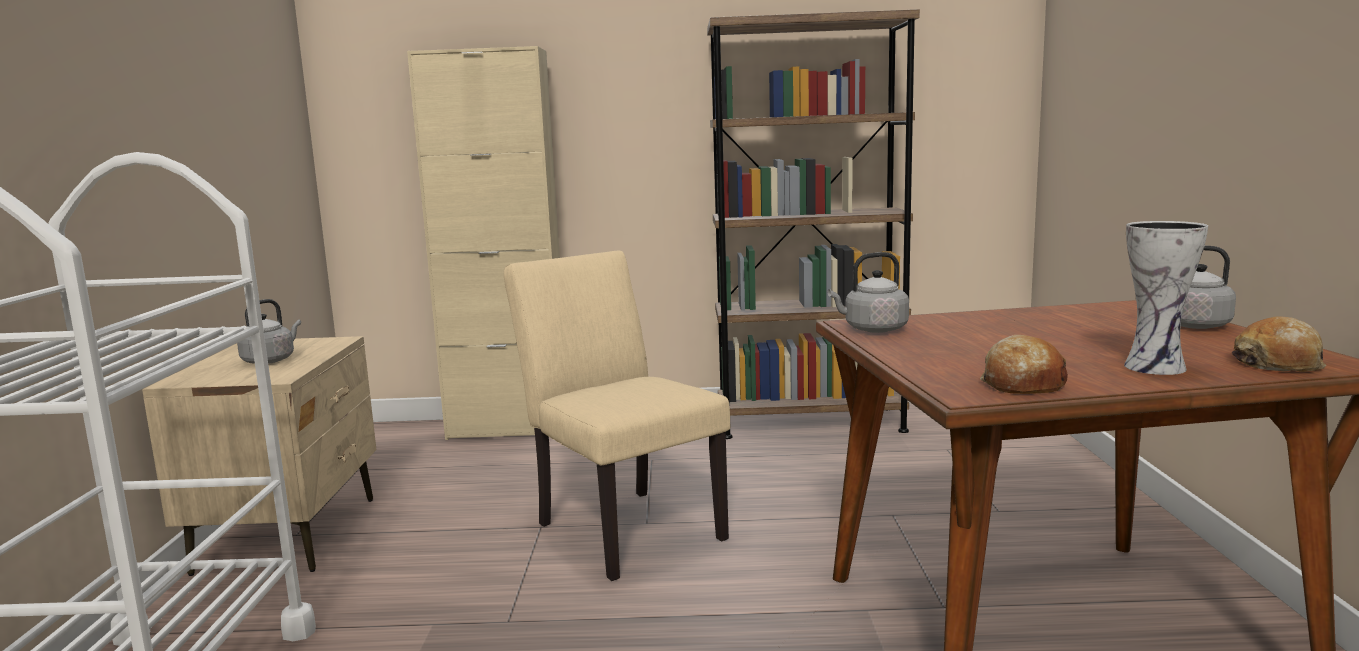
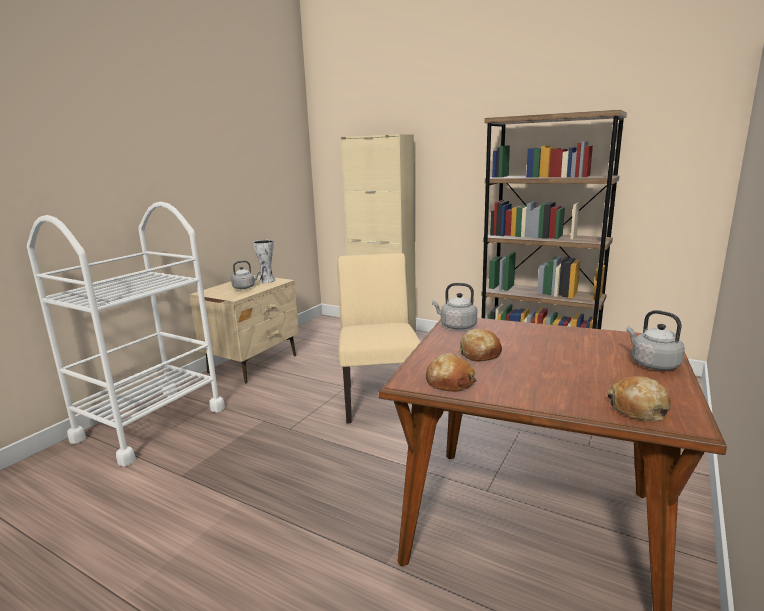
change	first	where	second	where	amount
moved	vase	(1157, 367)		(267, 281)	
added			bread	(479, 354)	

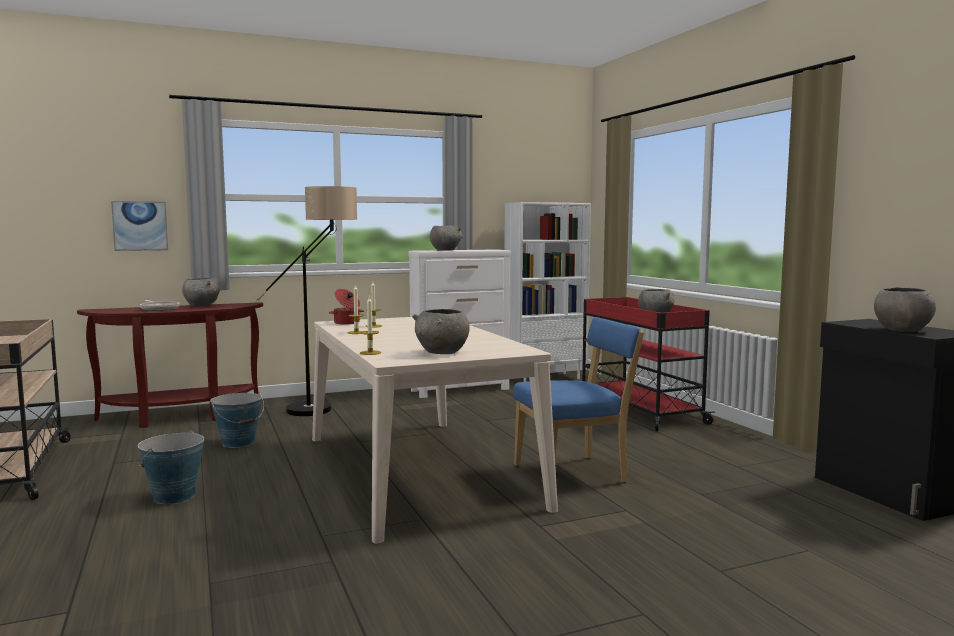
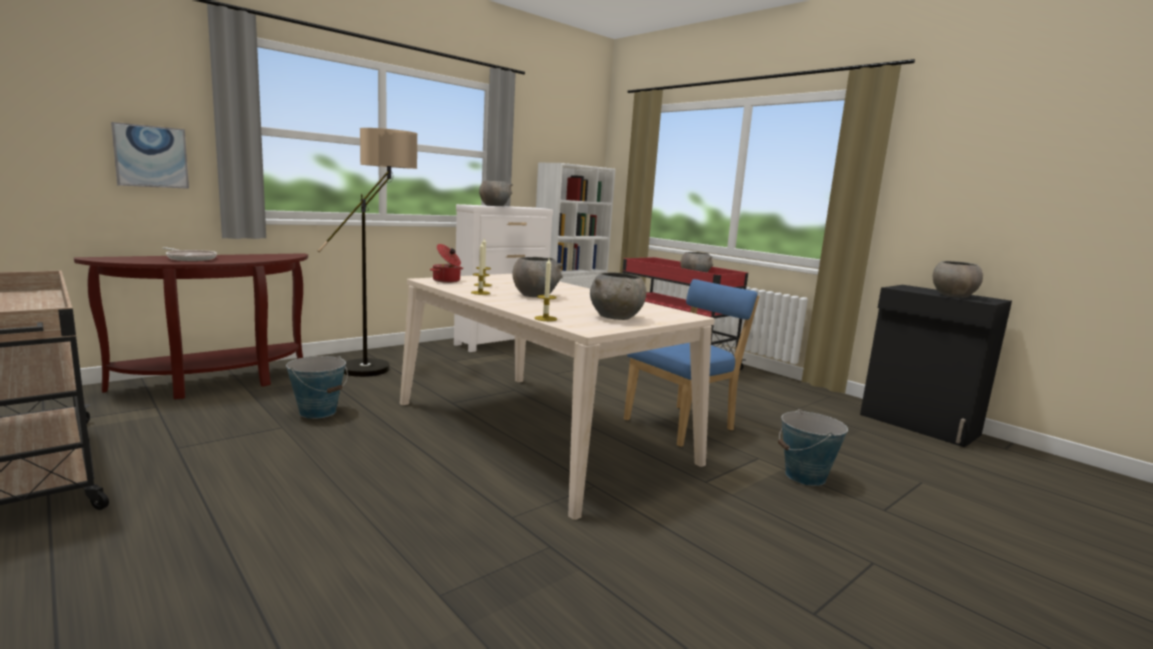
change	first	where	second	where	amount
moved	bucket	(174, 497)		(805, 476)	
moved	grey bowl	(201, 306)		(535, 295)	

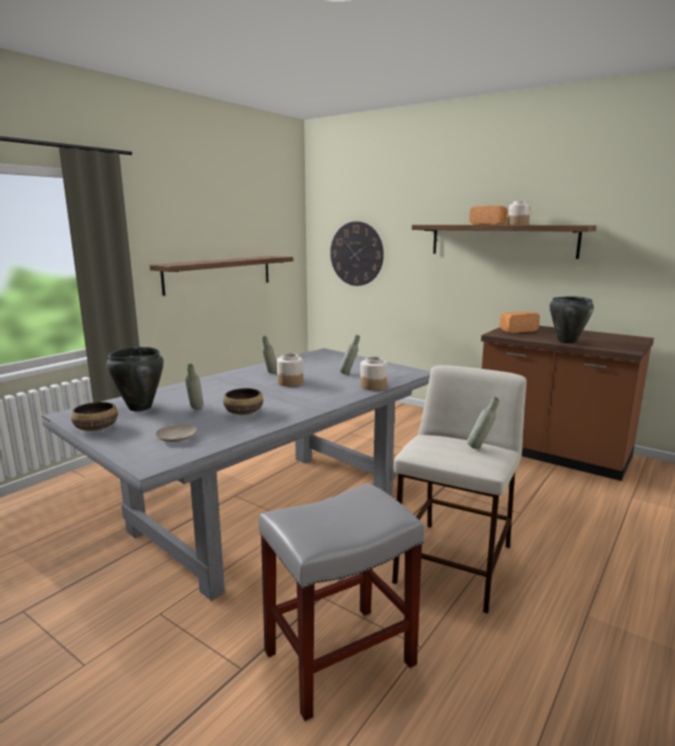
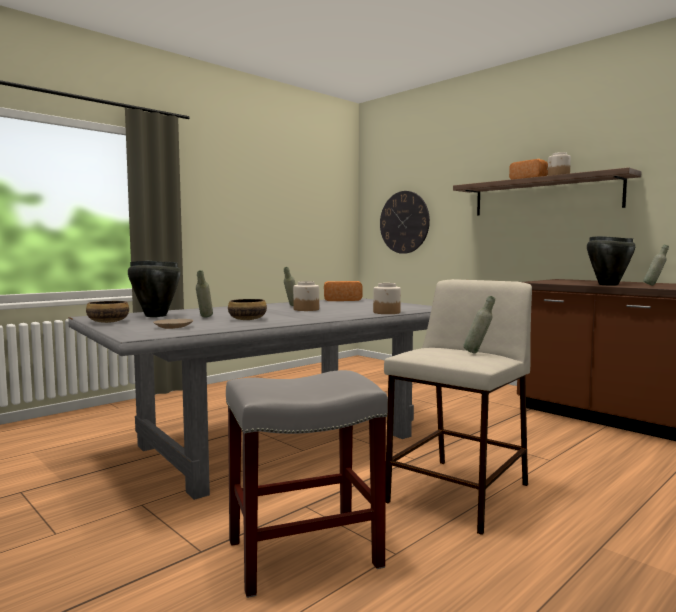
change	first	where	second	where	amount
removed	shelf	(219, 274)			
moved	grey bottle	(349, 374)		(654, 285)	
moved	bread	(517, 330)		(341, 300)	

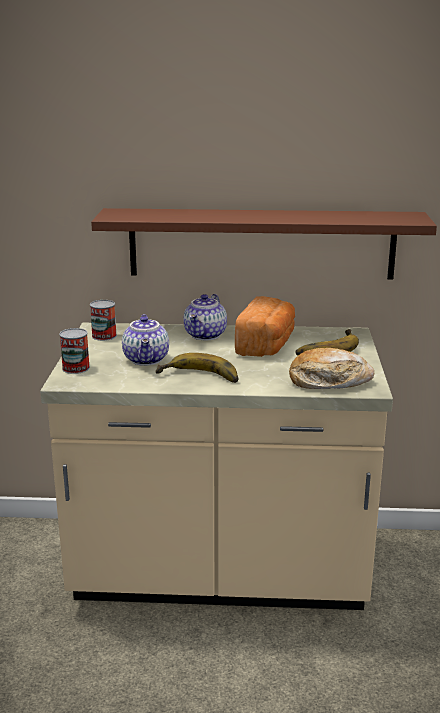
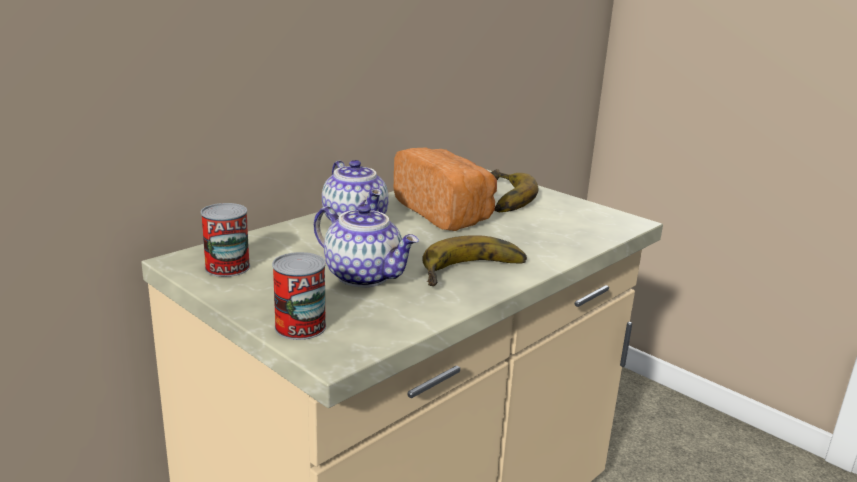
change	first	where	second	where	amount
removed	brown shelf	(261, 243)			
removed	bread	(329, 381)			

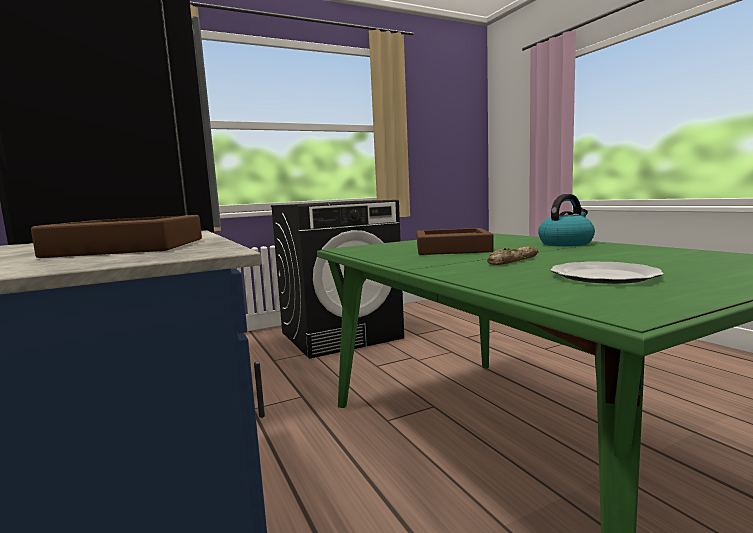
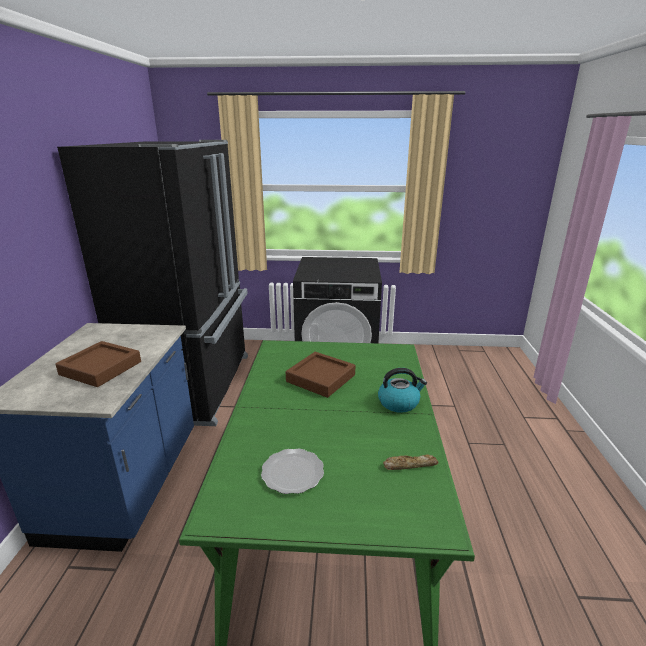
change	first	where	second	where	amount
moved	bread	(512, 261)		(409, 465)	

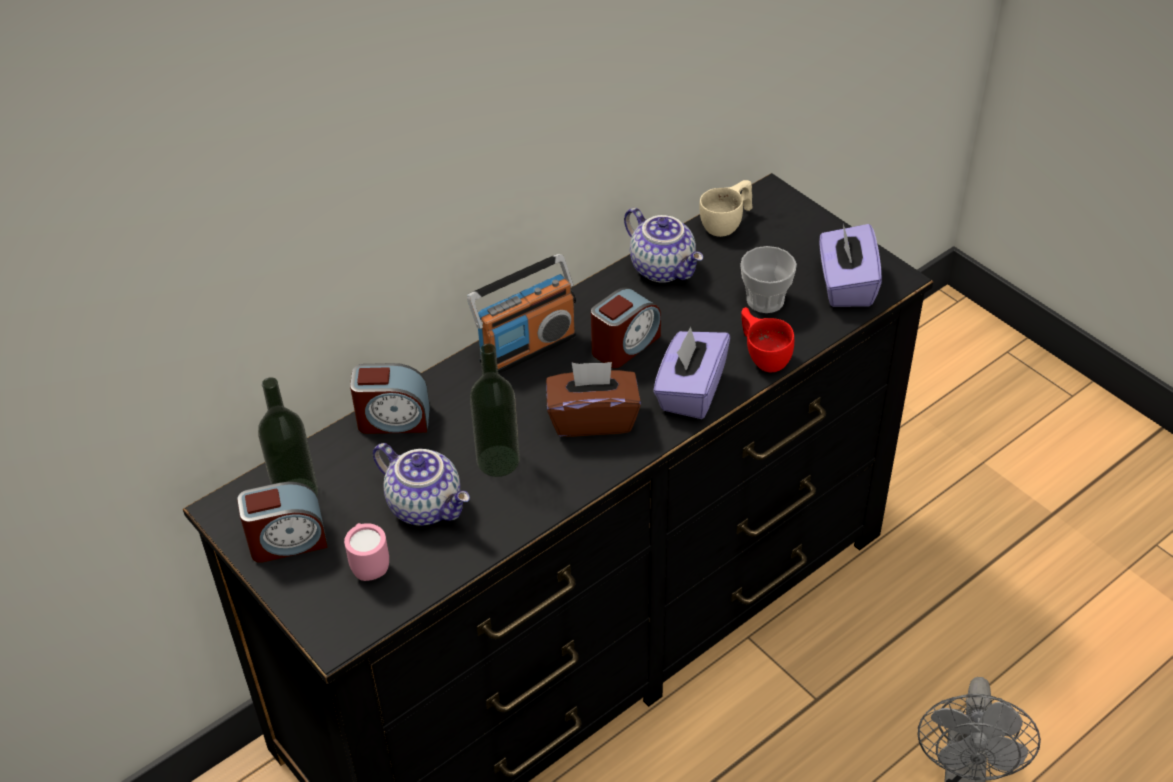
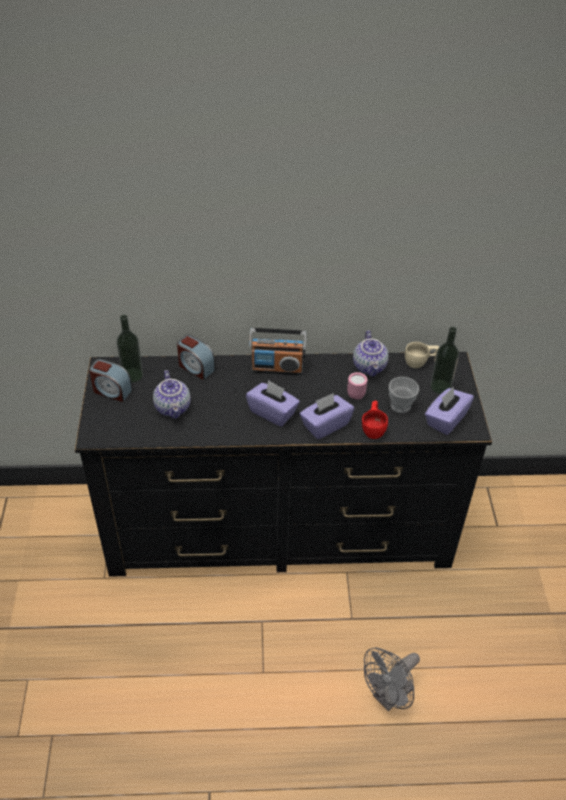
change	first	where	second	where	amount
moved	pink mug	(369, 566)		(356, 393)	
moved	bottle	(498, 461)		(440, 386)	
recoloured	brown tissue box	(593, 418)	purple tissue box	(273, 412)	
removed	alarm clock	(625, 345)			

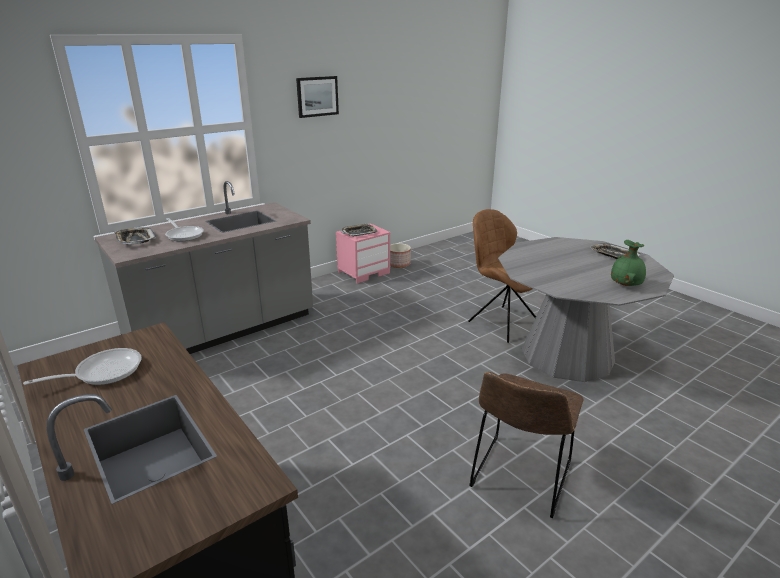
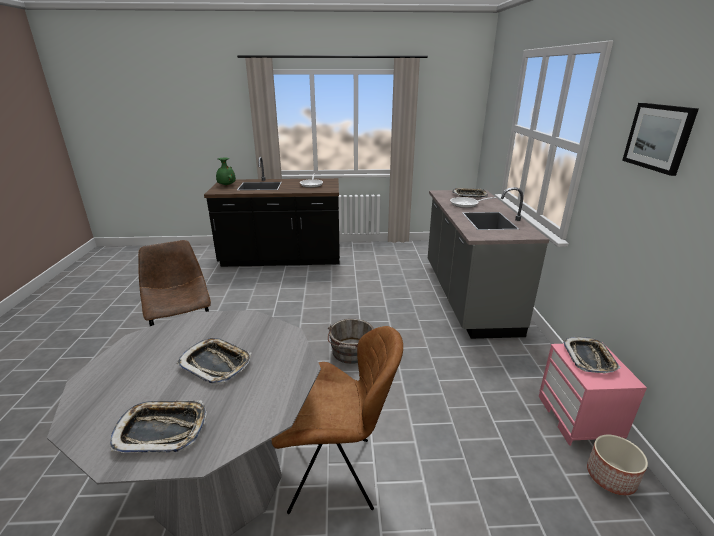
change	first	where	second	where	amount
moved	green vase	(626, 285)		(226, 185)	
added			tray	(216, 364)	
added			grey bucket	(351, 353)	

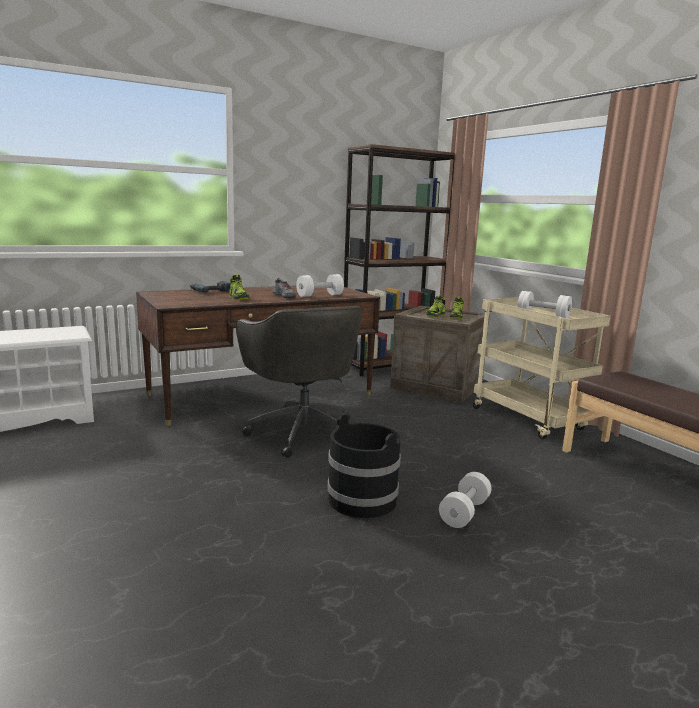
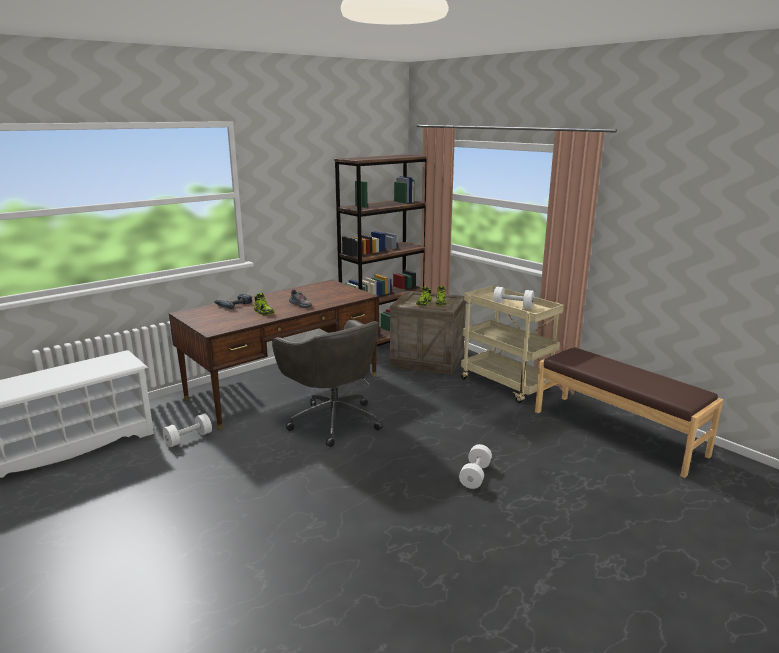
change	first	where	second	where	amount
moved	white dumbbell	(320, 295)		(188, 439)	
removed	black bucket	(363, 499)			

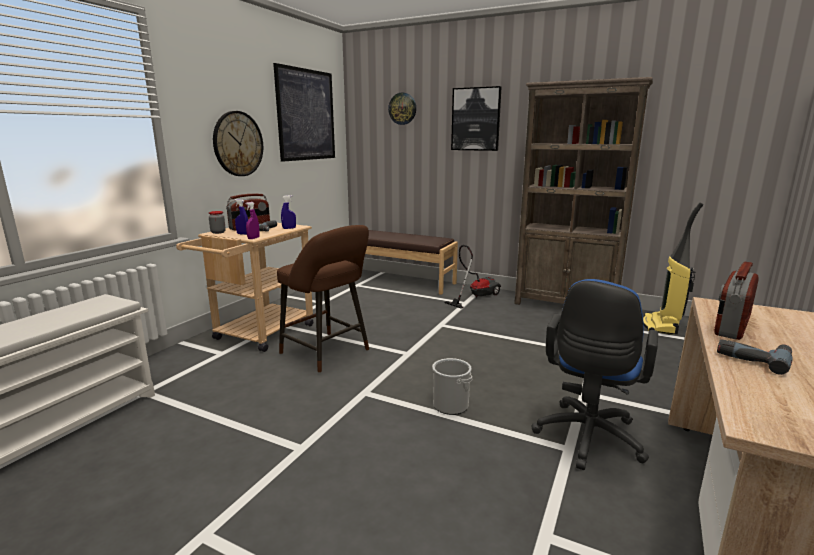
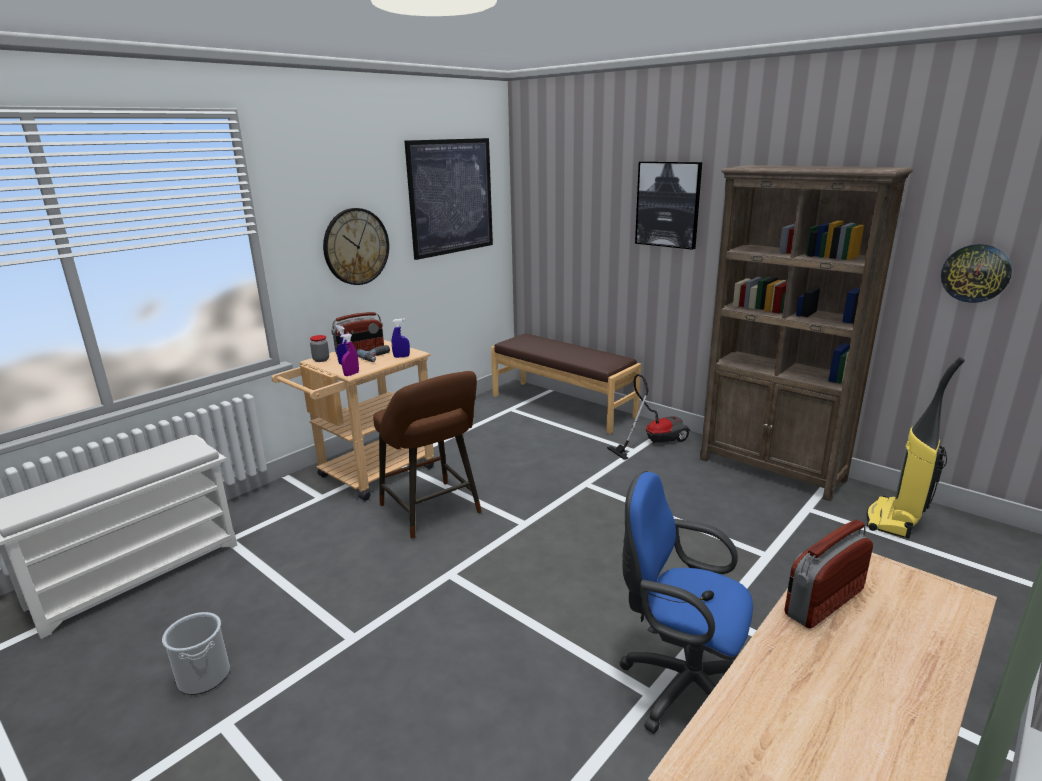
change	first	where	second	where	amount
moved	wall clock	(402, 108)		(975, 273)	
moved	bucket	(450, 405)		(204, 676)	
turned	blue office chair	(587, 440)		(681, 686)	75 degrees clockwise
removed	power drill	(753, 358)			

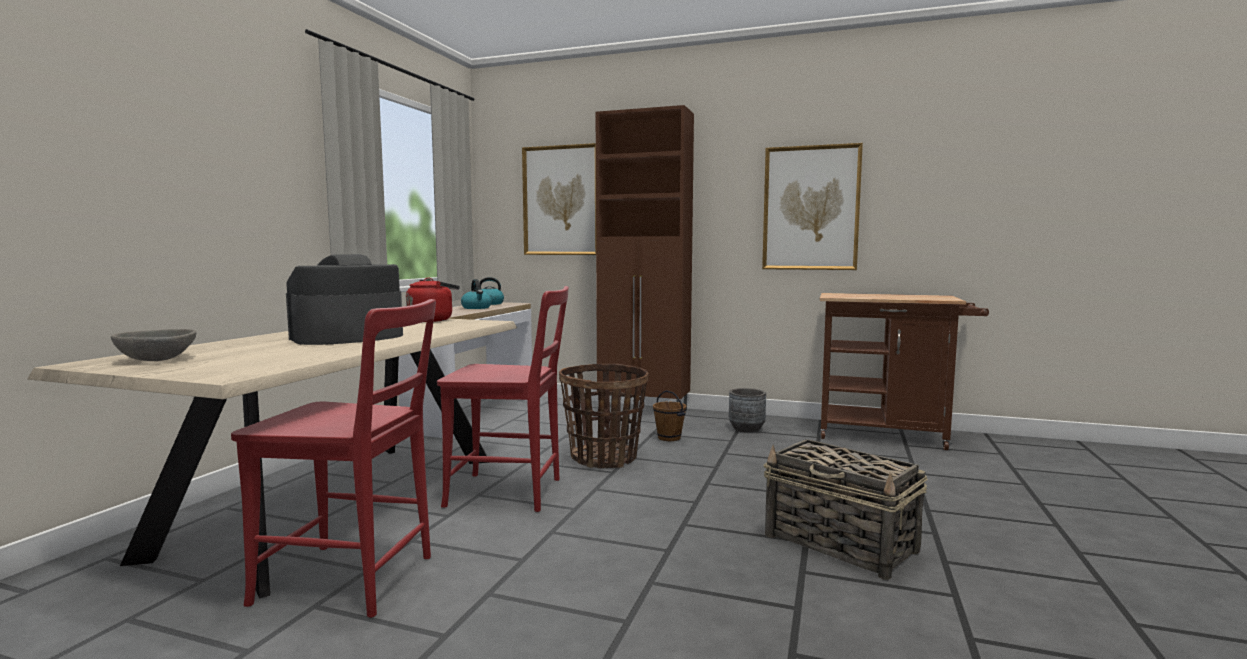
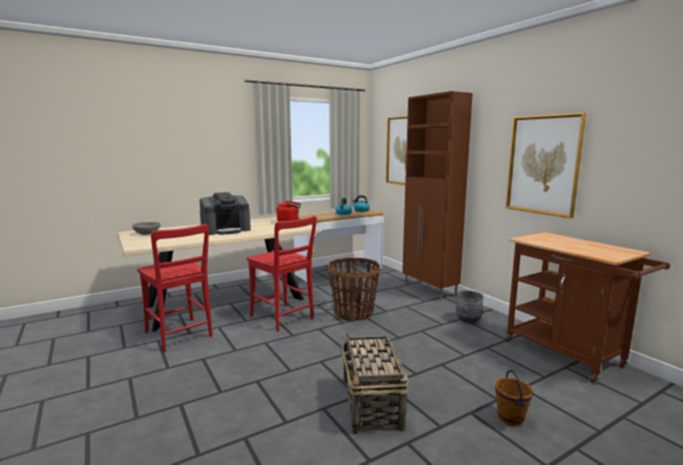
change	first	where	second	where	amount
turned	coffee machine	(347, 337)		(226, 230)	150 degrees clockwise
moved	brown bucket	(669, 438)		(511, 418)	

